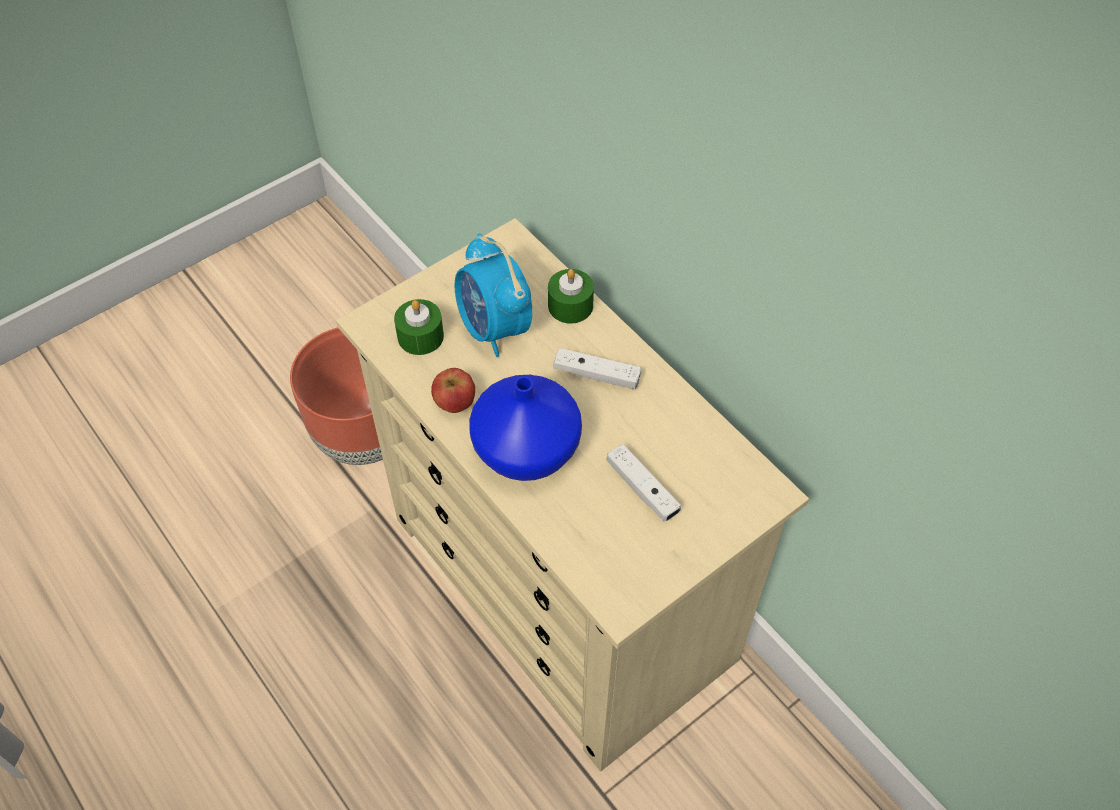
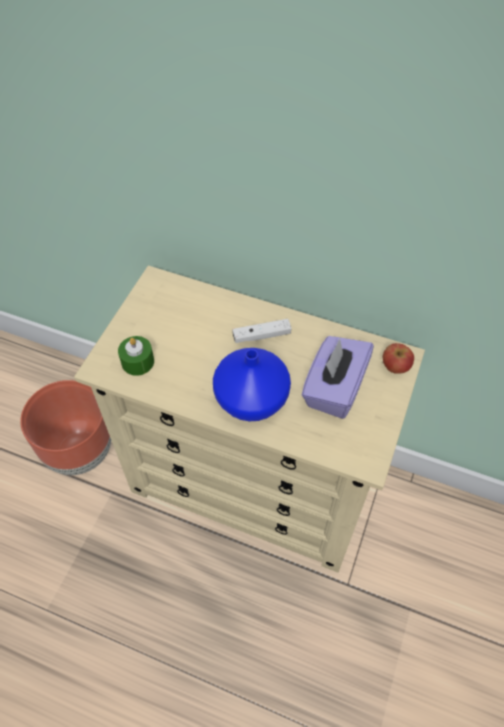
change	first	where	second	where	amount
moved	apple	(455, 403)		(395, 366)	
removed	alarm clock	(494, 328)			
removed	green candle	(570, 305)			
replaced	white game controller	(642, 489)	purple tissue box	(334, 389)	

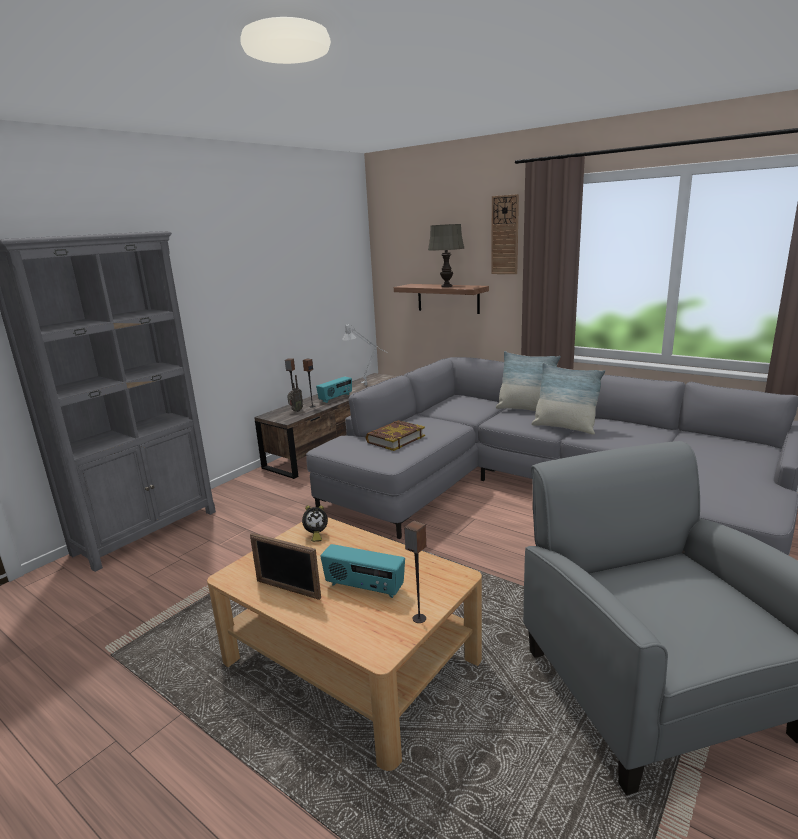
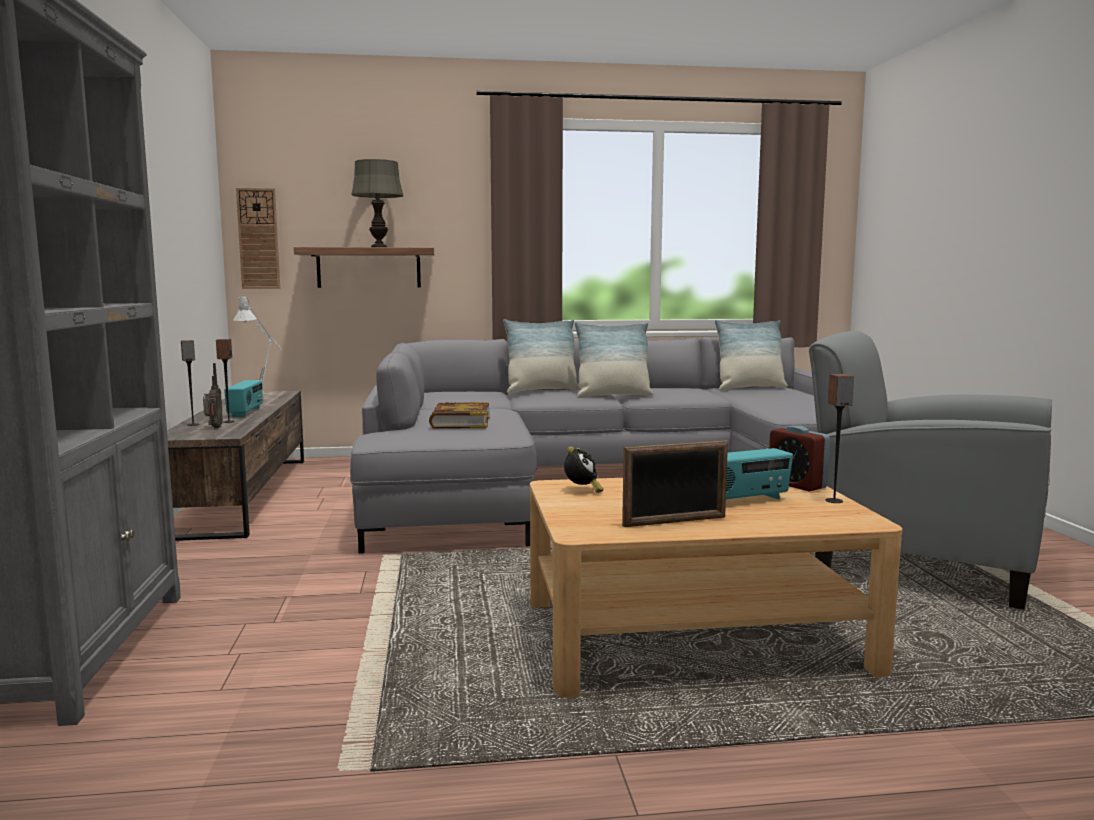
change	first	where	second	where	amount
moved	wall clock	(505, 235)		(258, 239)	
added			pillow	(750, 388)	
added			alarm clock	(797, 485)	

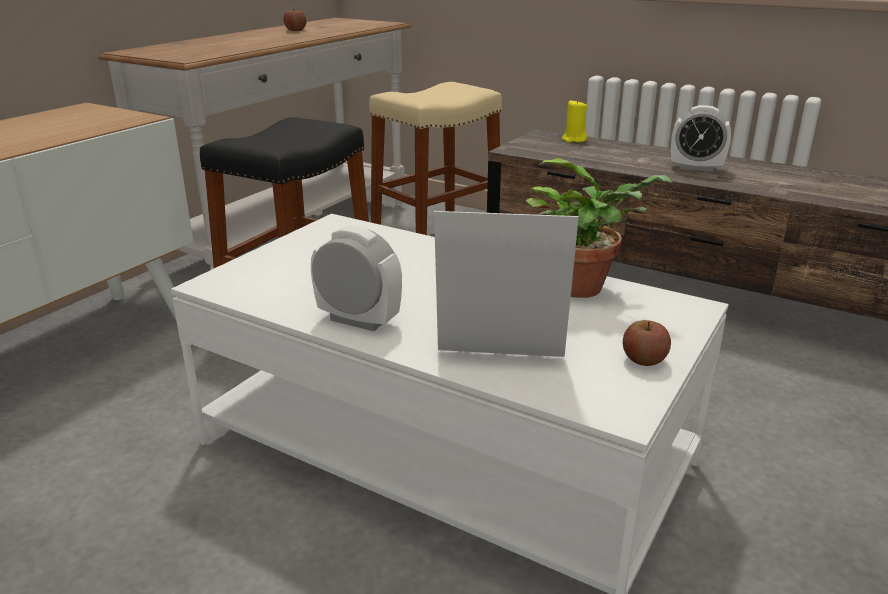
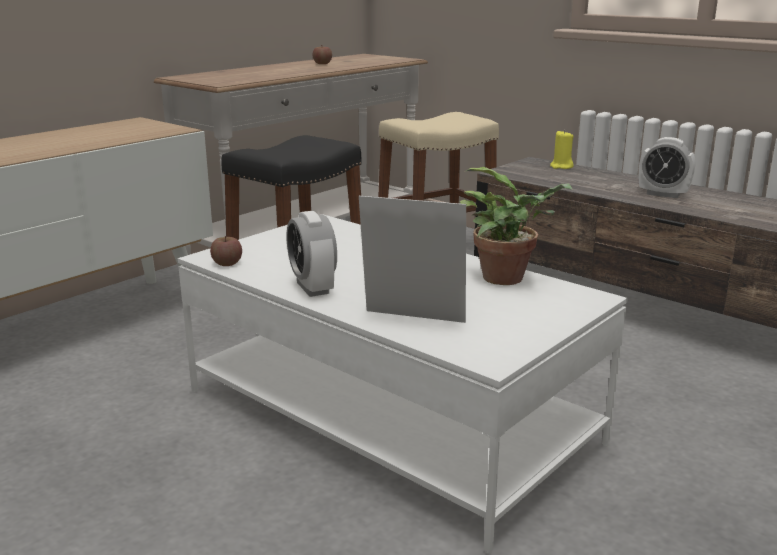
change	first	where	second	where	amount
turned	alarm clock	(358, 320)		(313, 288)	150 degrees counterclockwise
moved	apple	(644, 360)		(227, 263)	

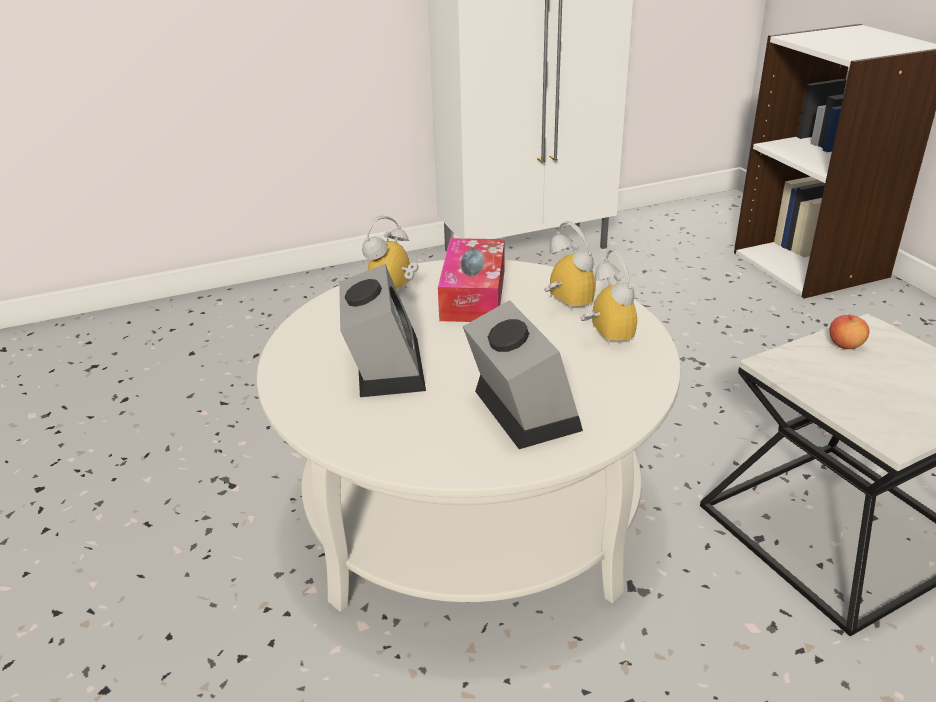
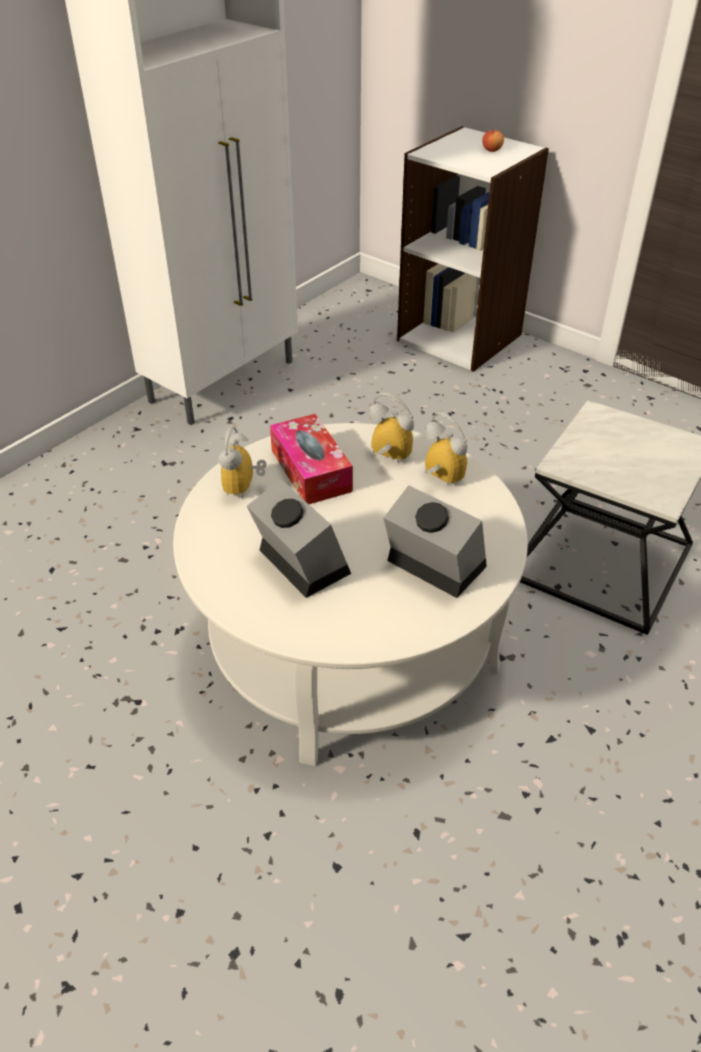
change	first	where	second	where	amount
moved	apple	(845, 345)		(492, 150)	

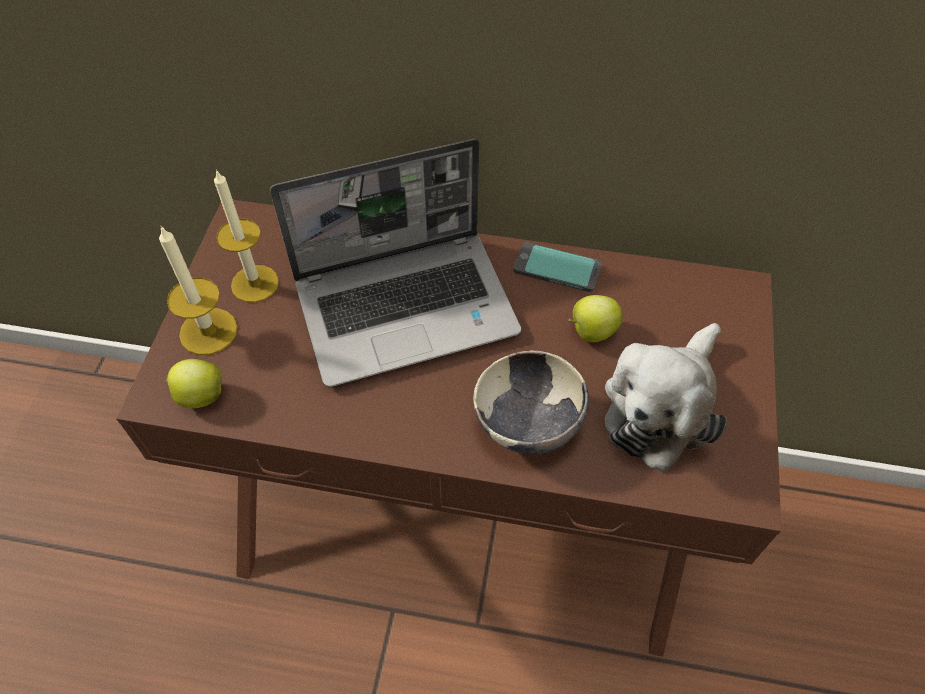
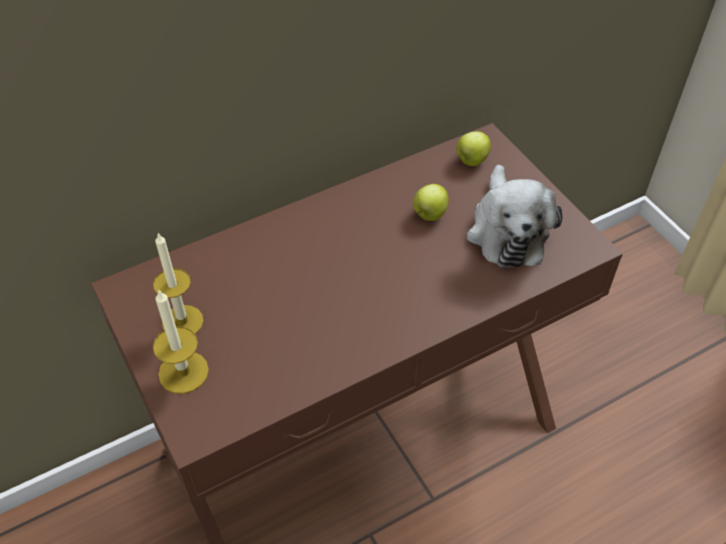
change	first	where	second	where	amount
moved	apple	(200, 396)		(471, 161)	
removed	laptop	(408, 306)			
removed	bowl	(528, 425)			
removed	phone	(557, 269)			

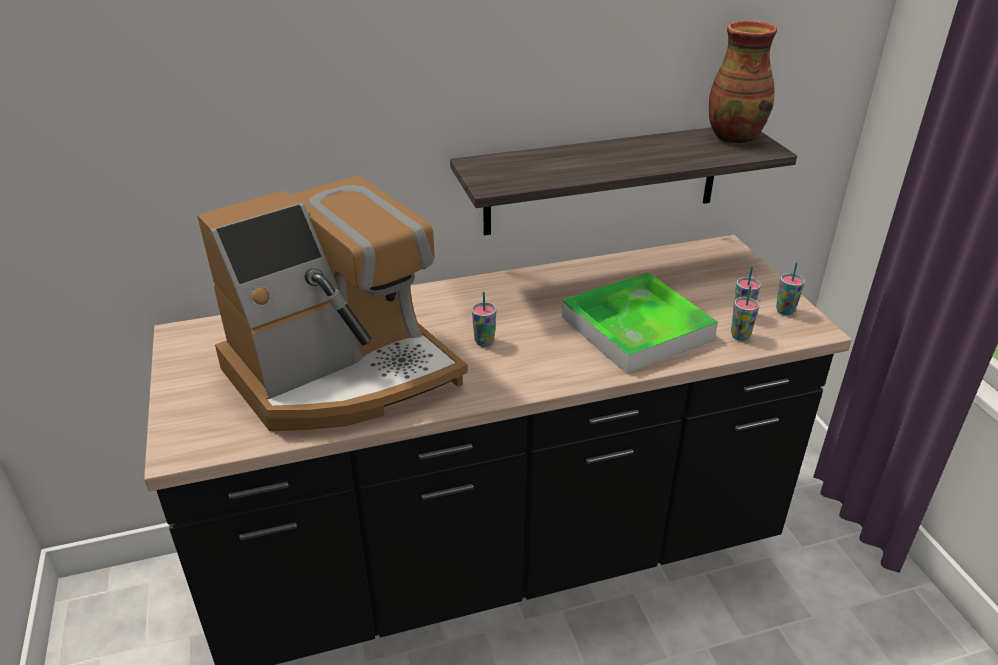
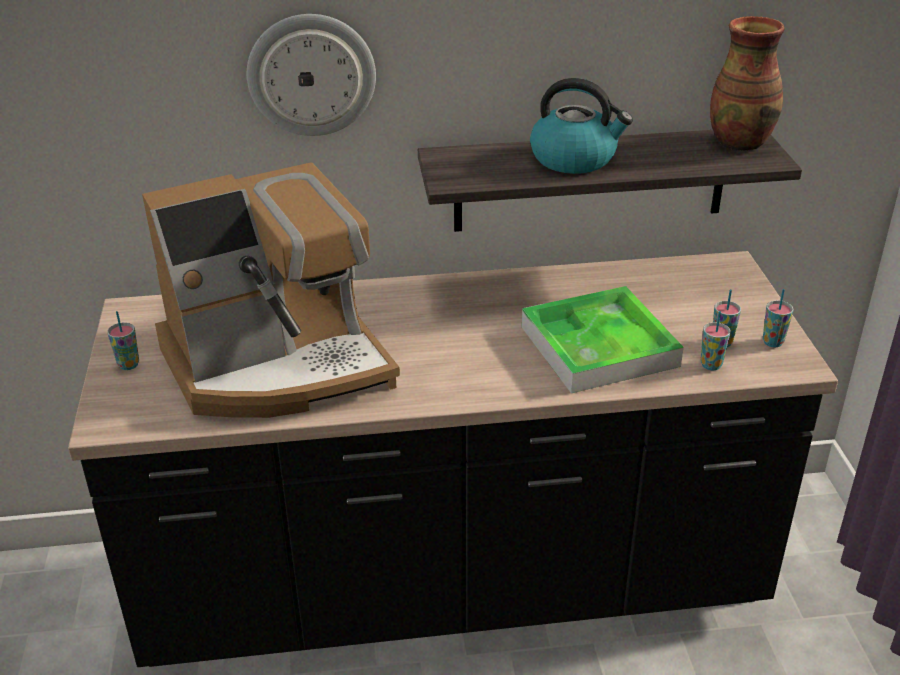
change	first	where	second	where	amount
moved	cup	(484, 341)		(128, 365)	
added			wall clock	(311, 75)	
added			kettle	(575, 158)	

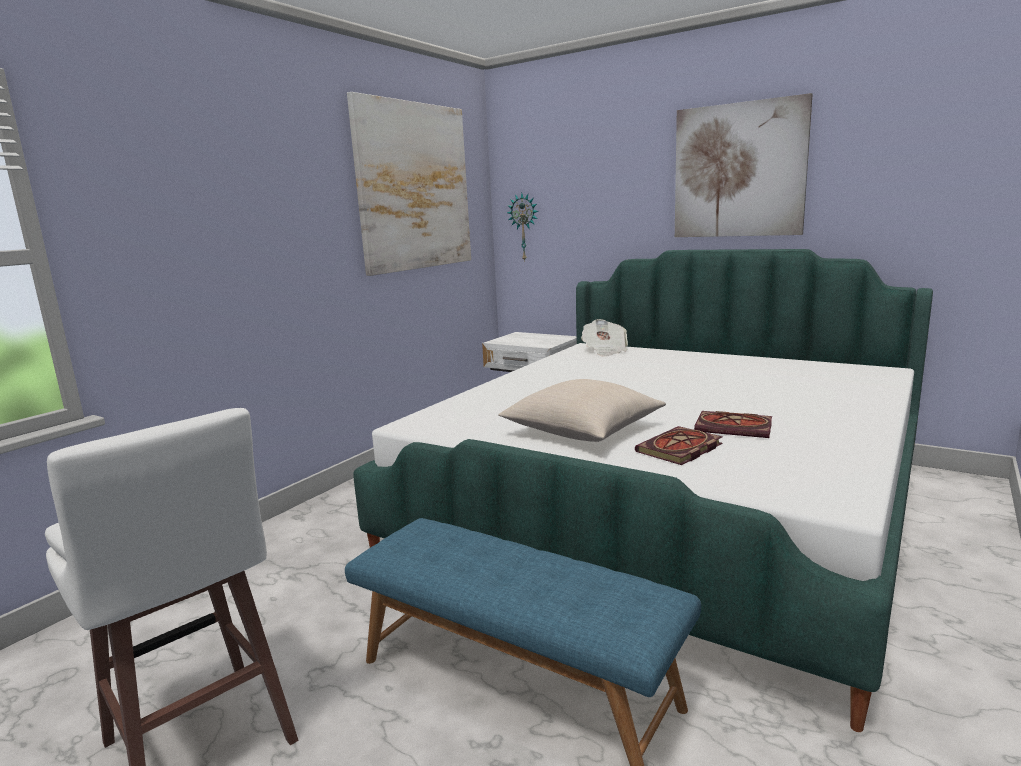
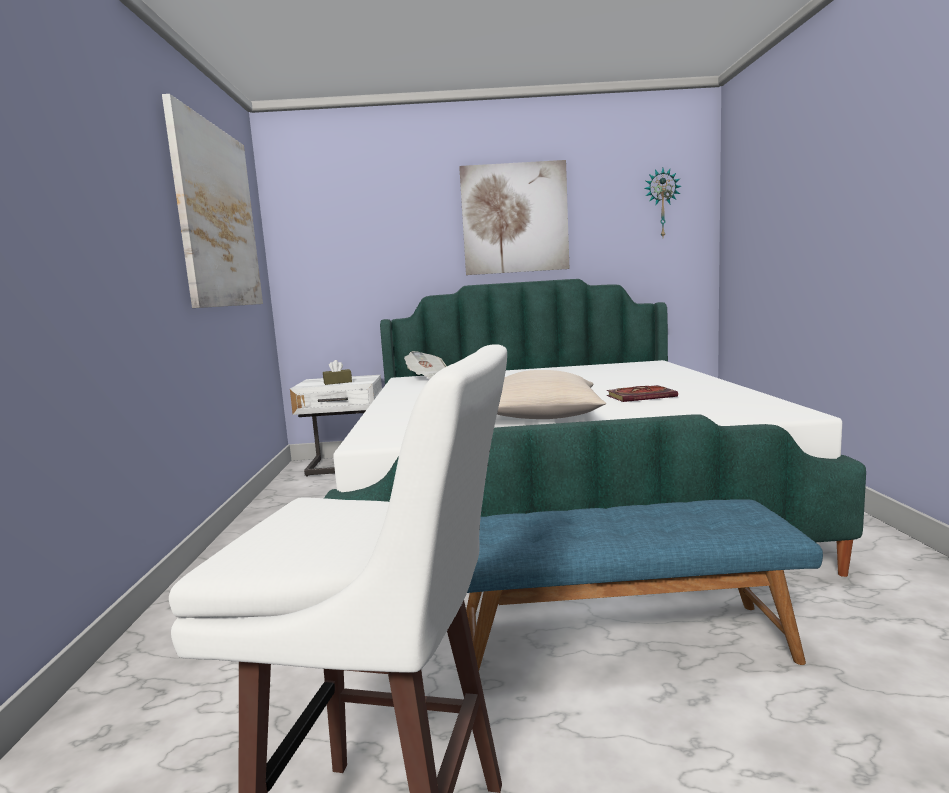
change	first	where	second	where	amount
moved	wall clock	(524, 227)		(661, 203)	
removed	book	(679, 449)			
added			brown tissue box	(337, 382)	

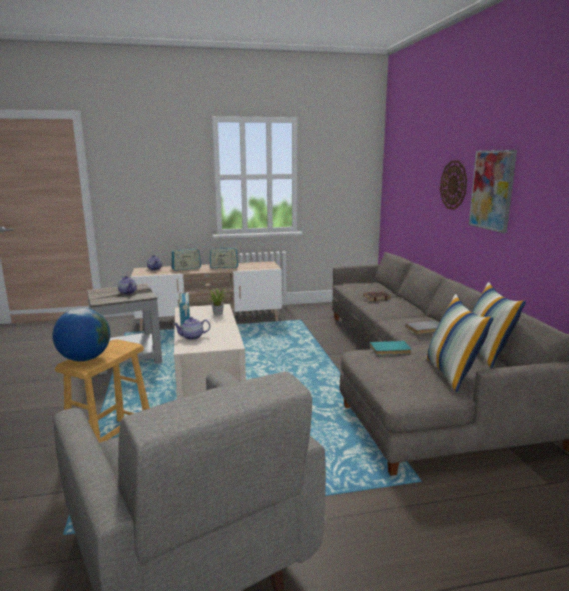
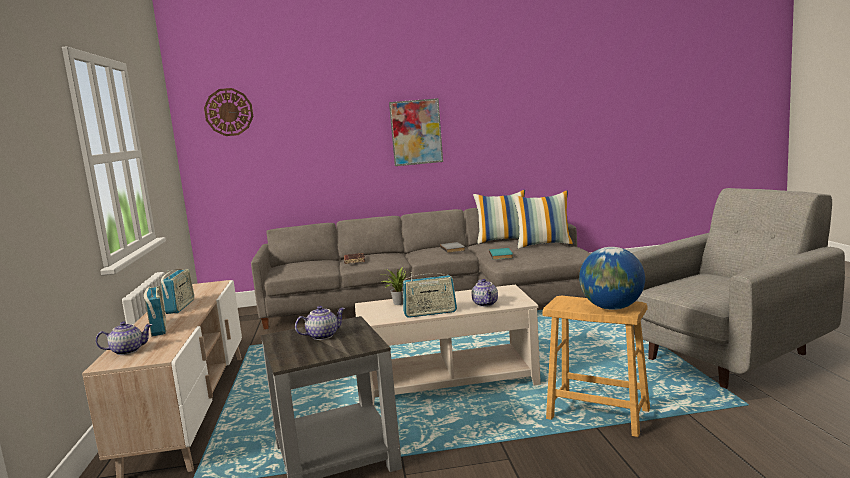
change	first	where	second	where	amount
moved	wall clock	(454, 185)		(229, 112)	

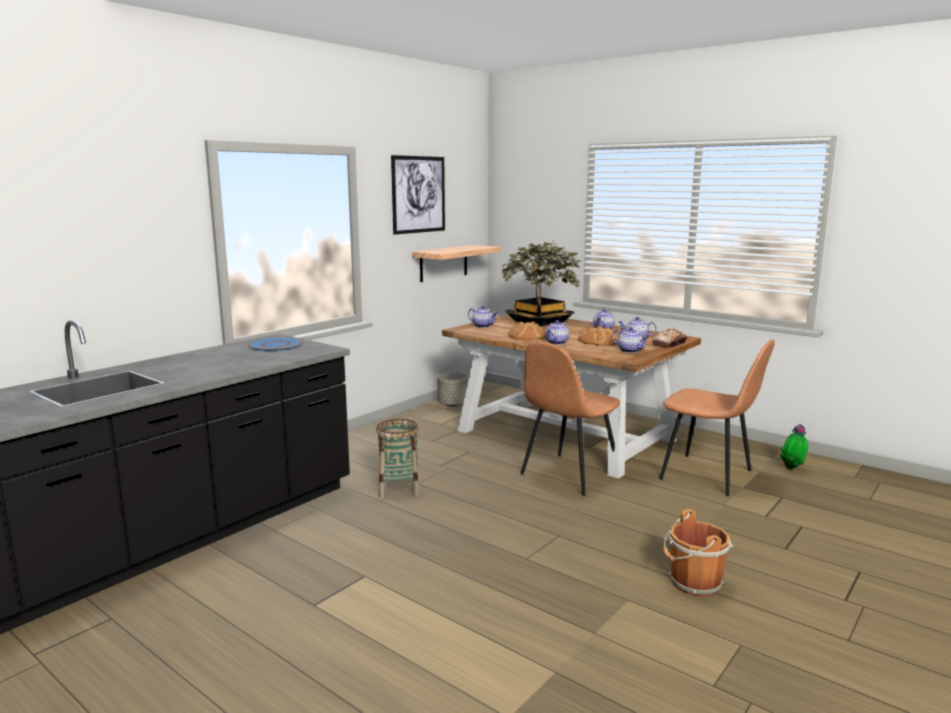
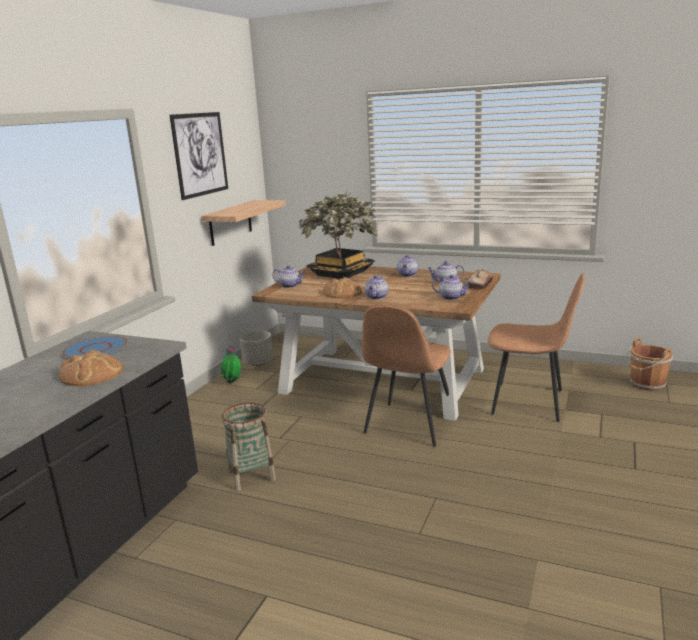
change	first	where	second	where	amount
moved	bread	(599, 341)		(92, 373)	
moved	brown bucket	(693, 583)		(646, 384)	
moved	potted plant	(792, 469)		(233, 383)	

